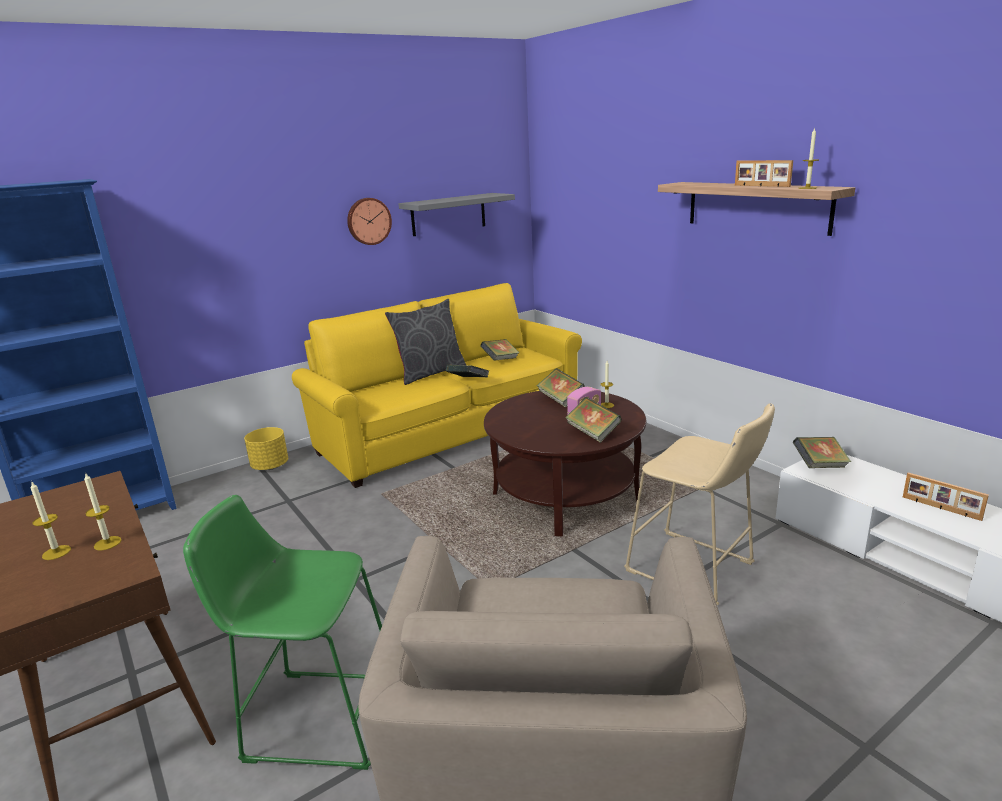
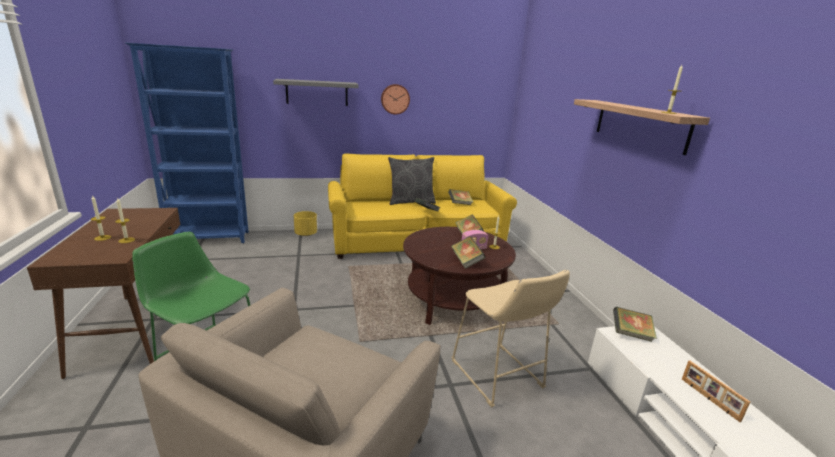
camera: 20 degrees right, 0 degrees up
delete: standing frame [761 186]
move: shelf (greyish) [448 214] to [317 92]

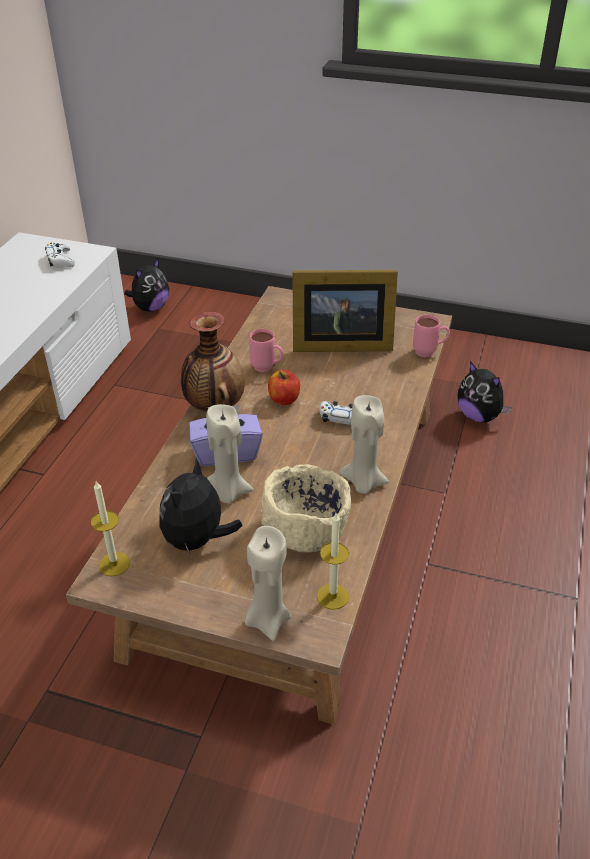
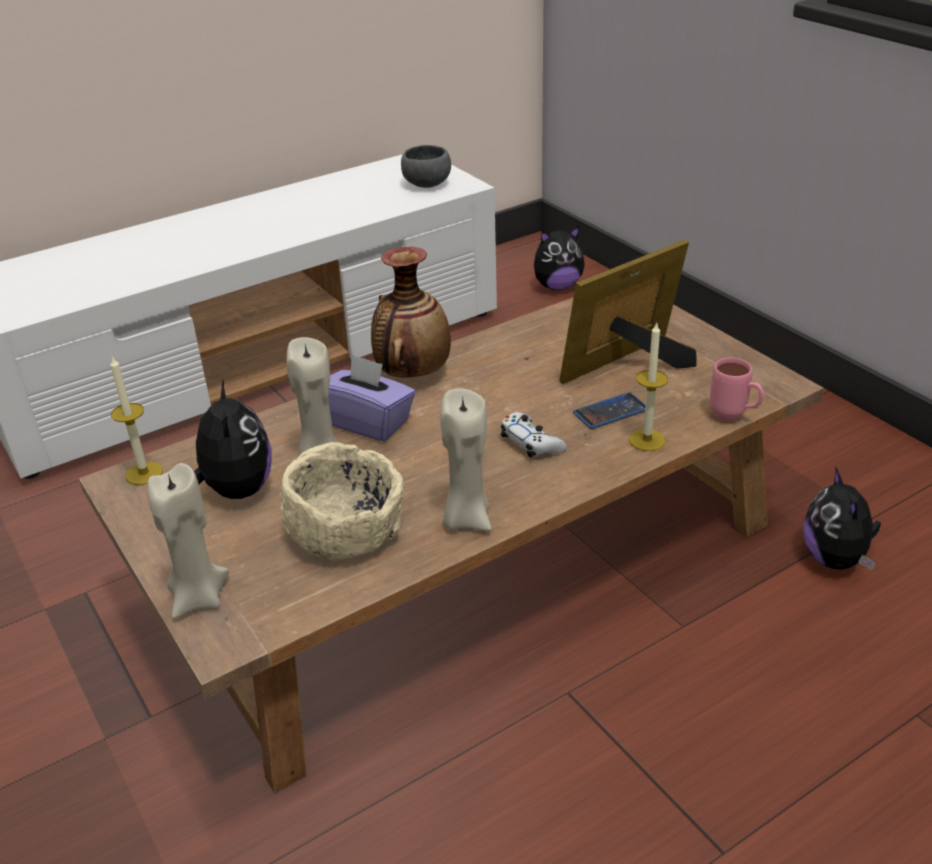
camera: 40 degrees right, 5 degrees down
delete: coffee mug (pink-coloured) [267 368]; apple fruit [284 399]
insert: handset [610 412]
move: wax candle [332 596] to [647 440]
replace: joypad (white-coloured) [60 260] to serving bowl (greyish) [426 183]
rotate: plush toy [197 540] = [235 490] 105 degrees clockwise; standing frame [338 343] = [629 365] 105 degrees clockwise

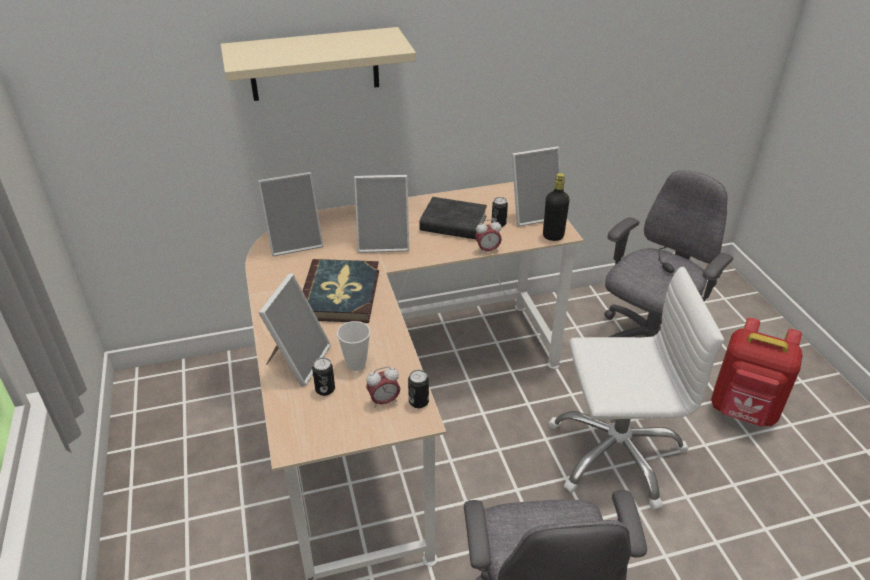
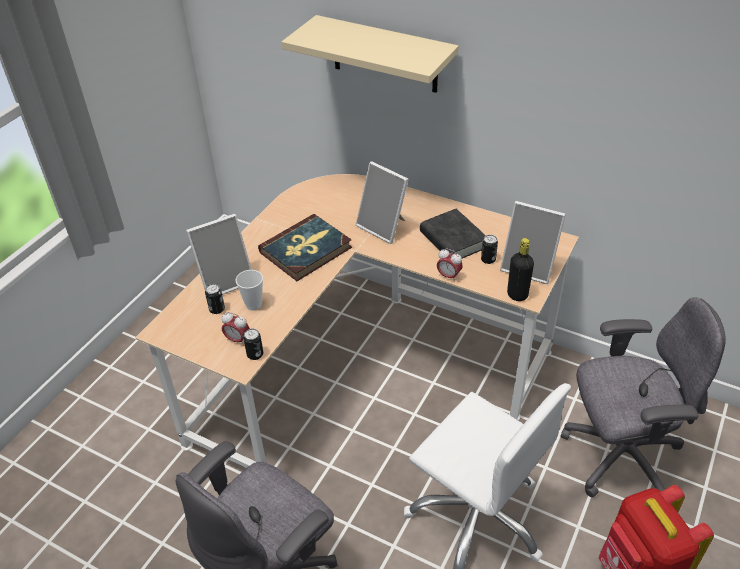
camera: 45 degrees right, 5 degrees up
delete: standing frame [295 242]

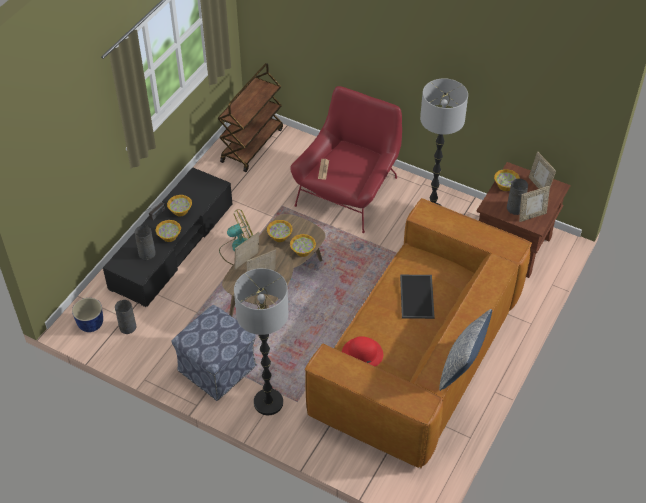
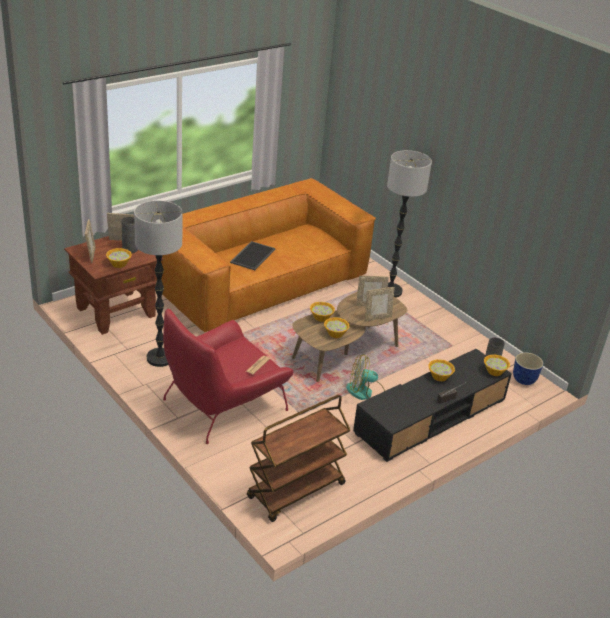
camera: 160 degrees left, 15 degrees down
delete: flower vase (greyish) [147 253]; footrest [217 367]; hat (red-coloured) [362 353]; cushion [461 367]
move: serving bowl [180 211] to [494 371]

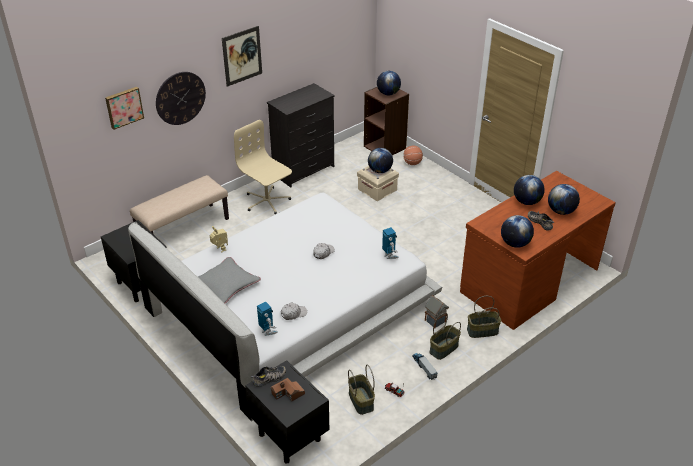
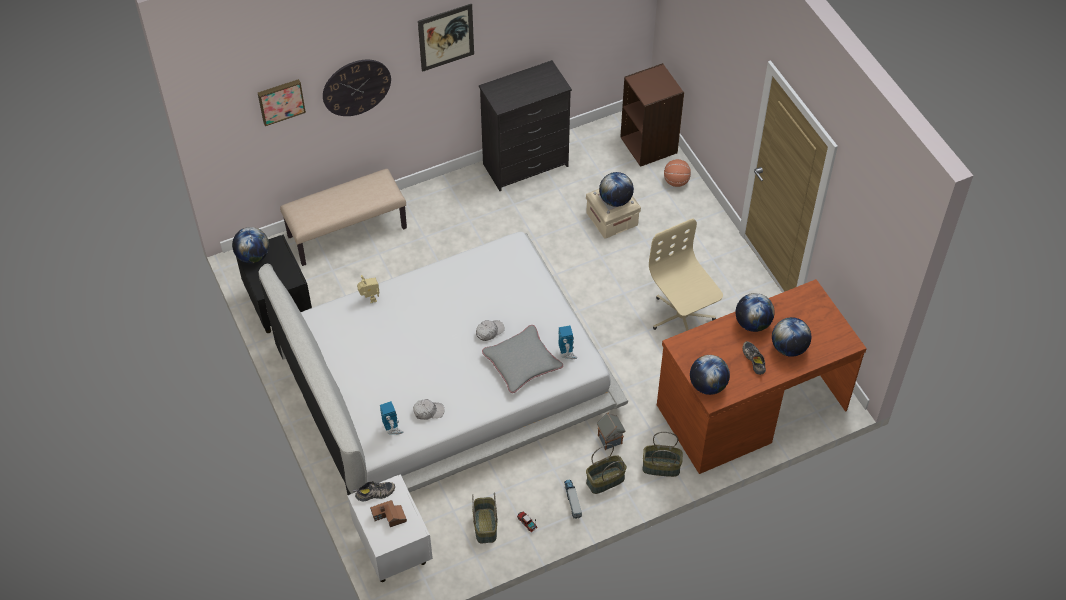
camera: 15 degrees right, 15 degrees up
move: globe [388 93] to [253 256]; cushion (greyish) [226 284] to [522 362]; desk chair (beige) [267 201] to [681 316]
recolor: night table (black) [289 436] to night table (white-coloured) [393 550]

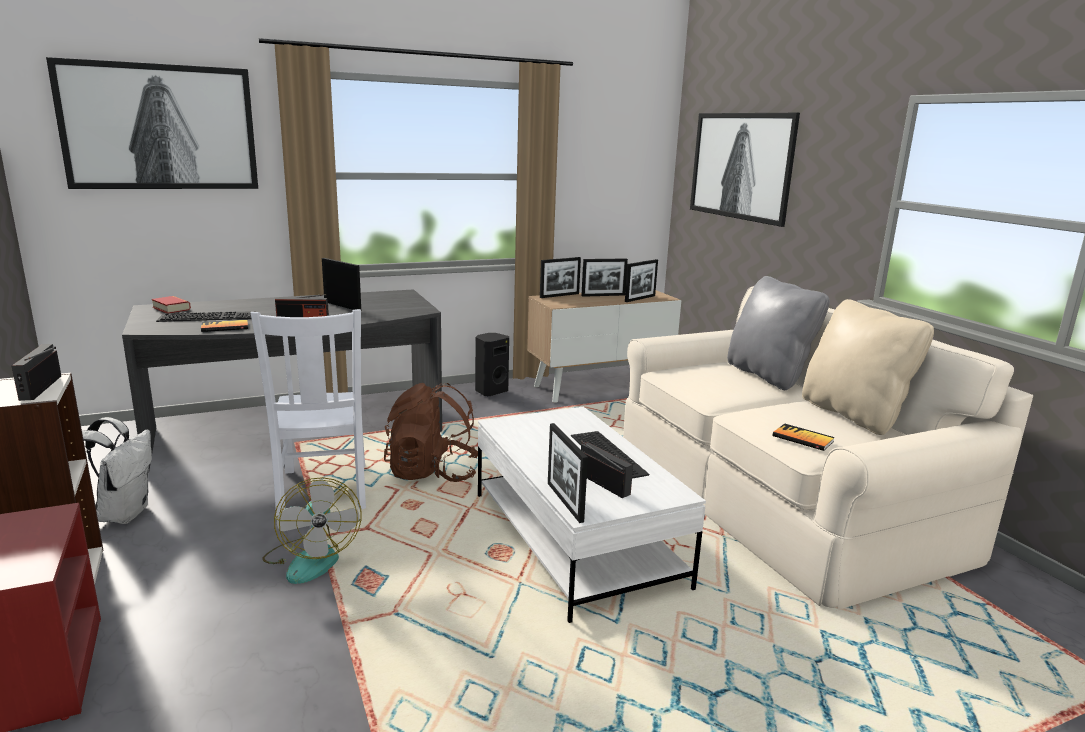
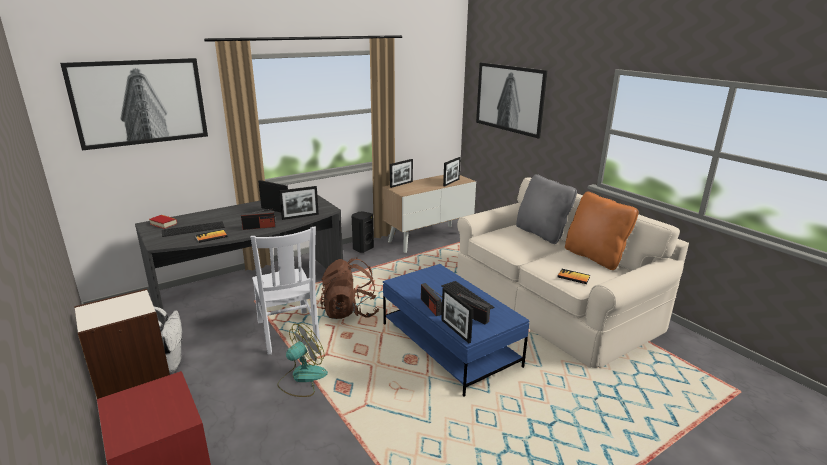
camera: 10 degrees left, 5 degrees up
move: standing frame [603 295] to [300 216]; radio receiver [40 387] to [431 306]
recolor: low table (white-coloured) [575 539] to low table (bluish) [449 345]; cushion (beige) [853 414] to cushion (orange) [594 257]
rotate: electric fan [311 558] = [302 378] 105 degrees counterclockwise

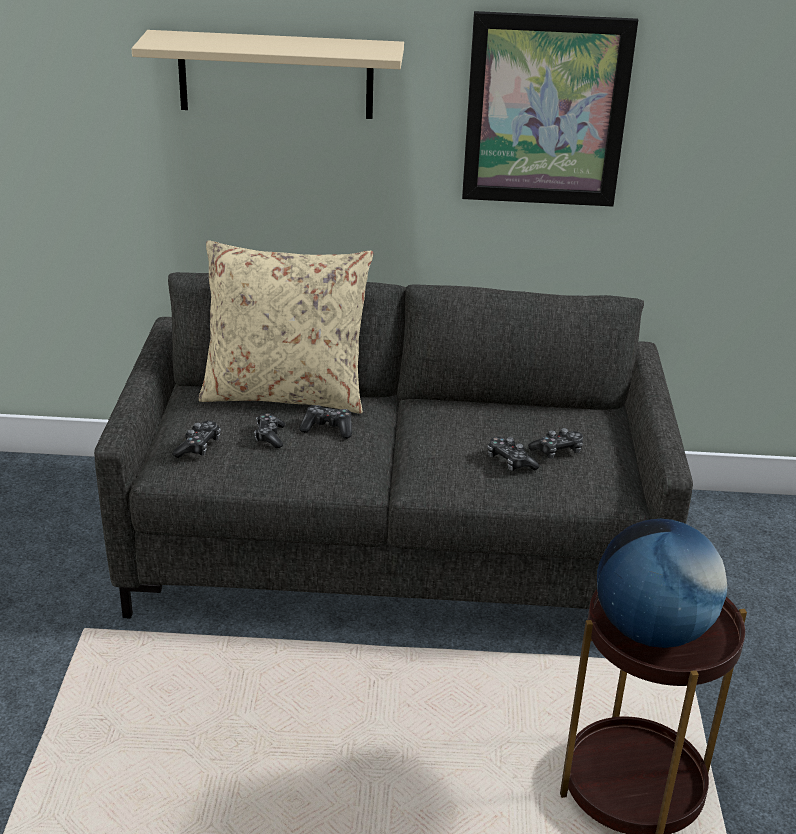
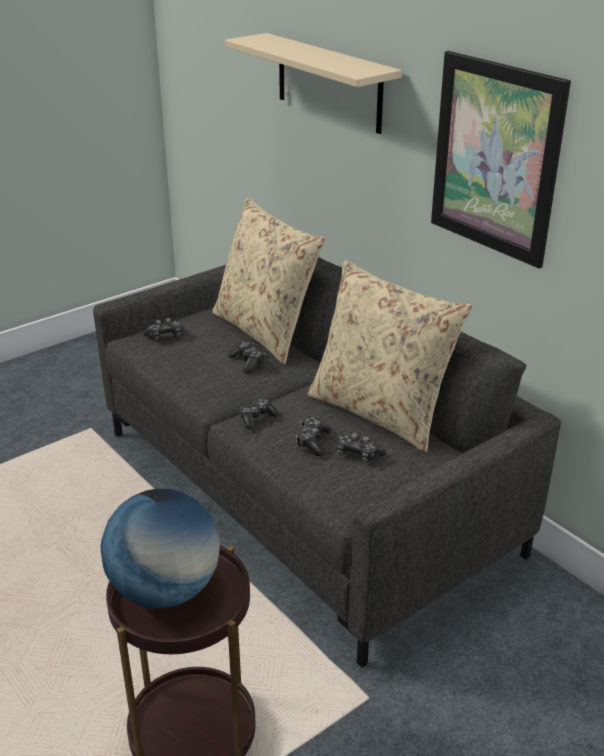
camera: 50 degrees right, 0 degrees up
insert: cushion (beige) [380 412]
move: joypad [269 436] to [257 418]

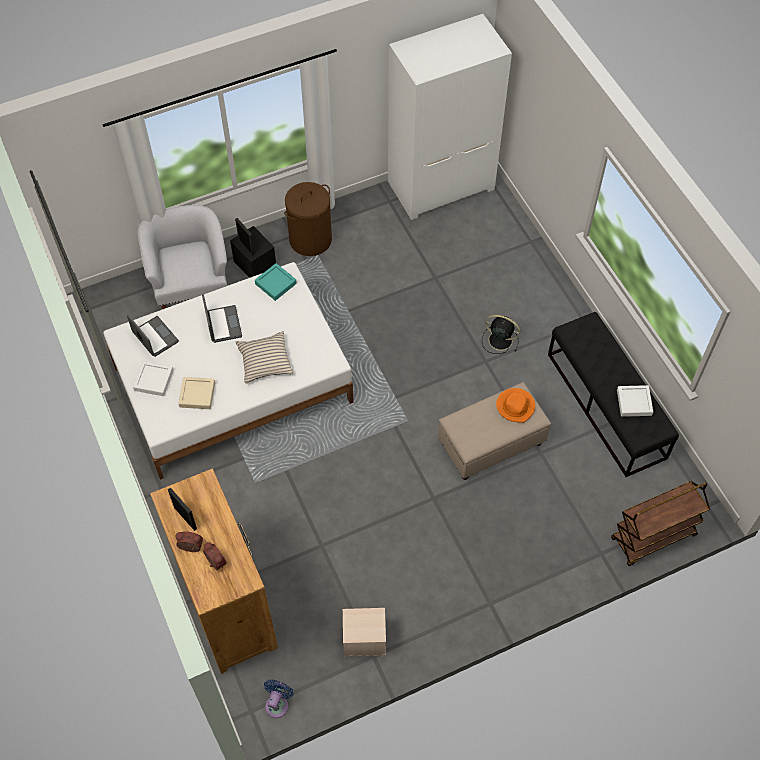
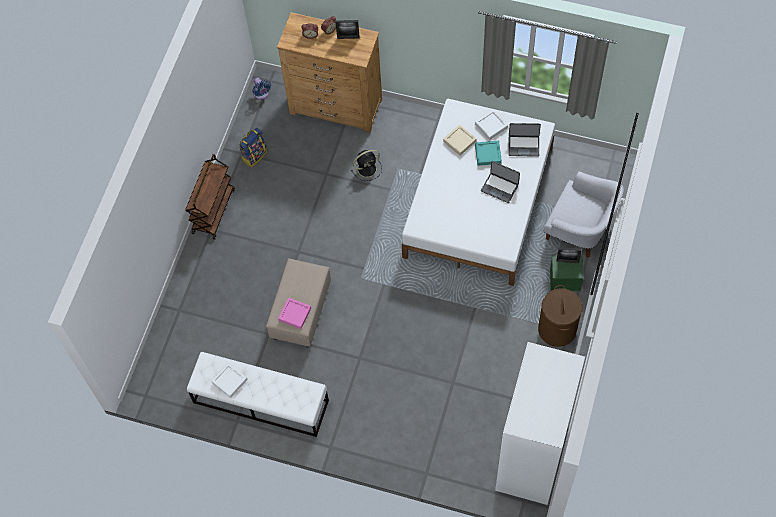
camera: 135 degrees right, 5 degrees up
delete: cushion (beige) [264 361]
move: trolley (brown-coloured) [653 538] to [213 211]; electric fan (black) [499 340] to [368 168]; tray (turquoise-coloured) [275 284] to [488 154]
replace: storage box (beige) [364 639] to knapsack [254 155]; hat (orange) [515 406] to tray (pink-coloured) [295 314]
recolor: long seat (black) [606 406] to long seat (white-coloured) [260 401]; storage box (black) [254 264] to storage box (green-coloured) [565 279]

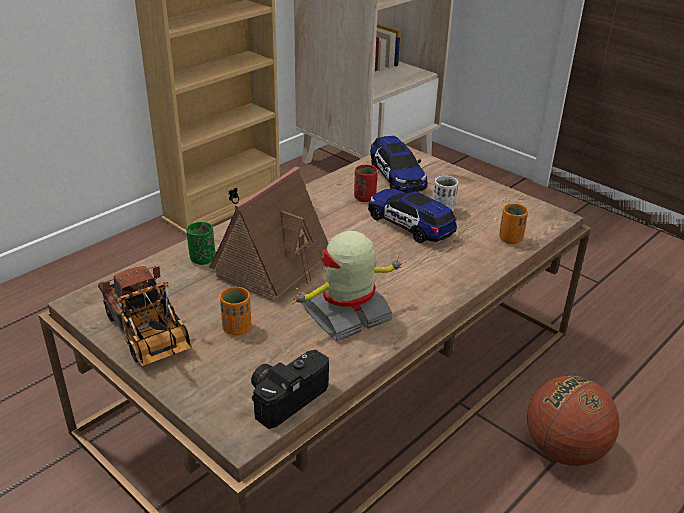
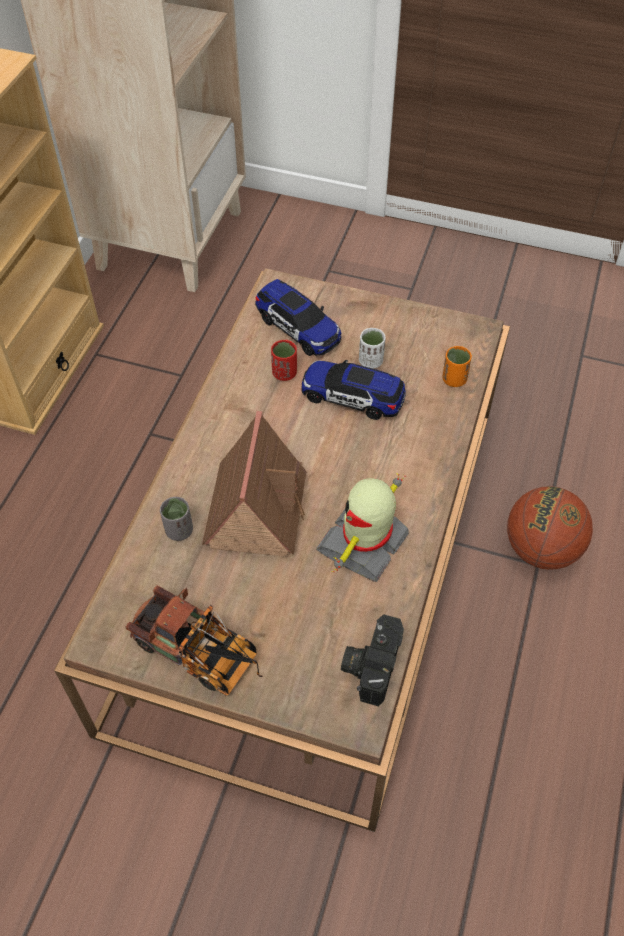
camera: 25 degrees left, 20 degrees up
delete: cup (orange) [237 328]
recolor: cup (green-coloured) [202 259] to cup (greyish) [179 530]

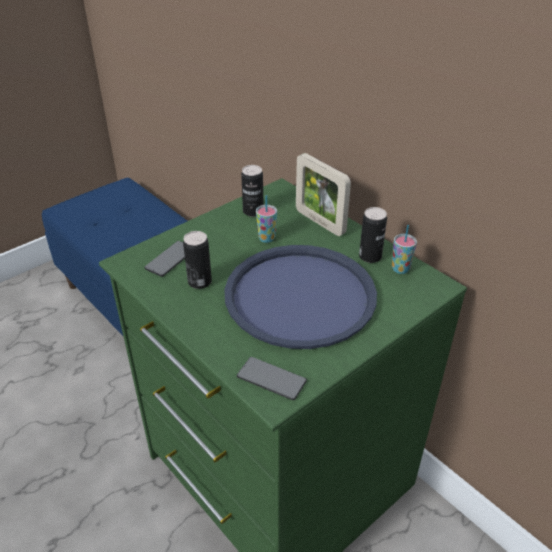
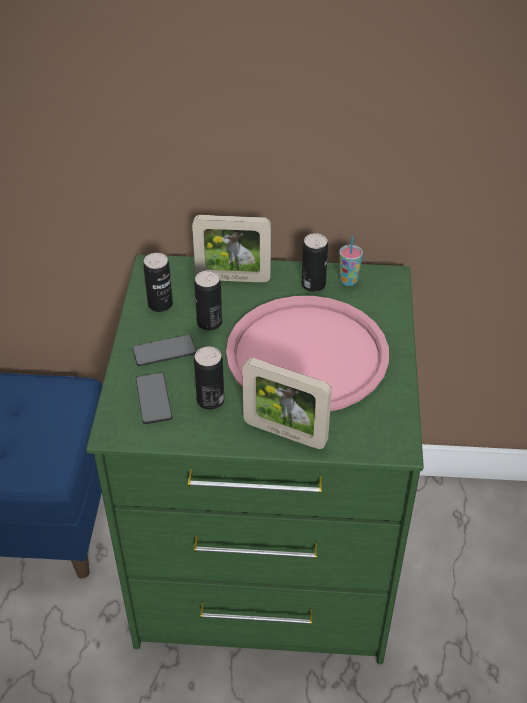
camera: 45 degrees left, 5 degrees up
insert: standing frame [285 433]
move: handset [271 379] to [164 351]
replace: cup [266 238] to metal can [209 323]
recolor: tray (bluish) [300 296] to tray (pink-coloured) [307 355]

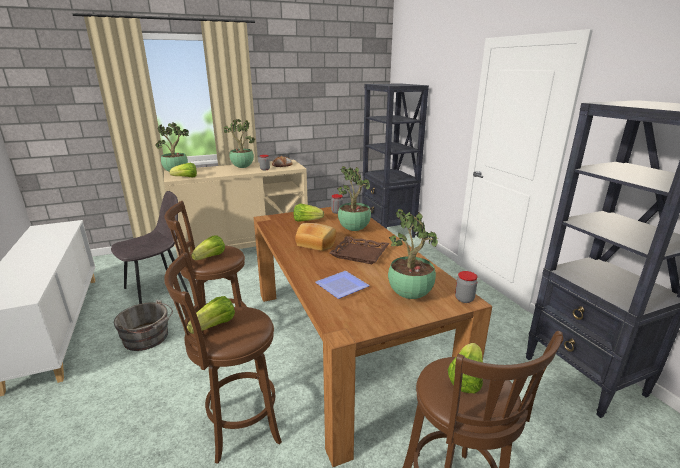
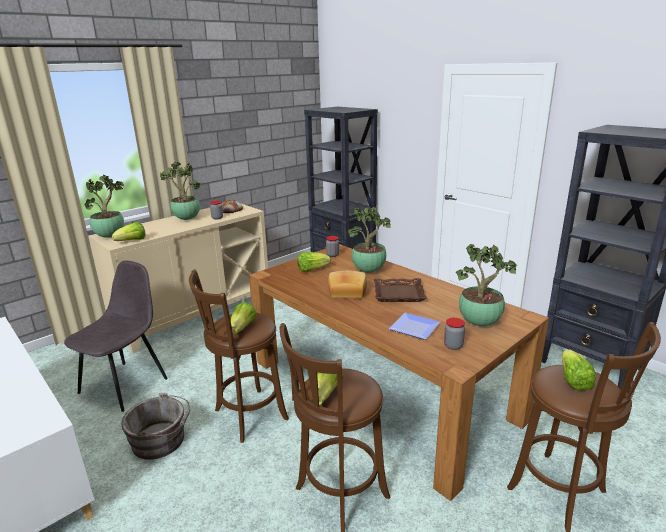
camera: 20 degrees left, 0 degrees up
move: storage jar [464 299] to [453 345]

